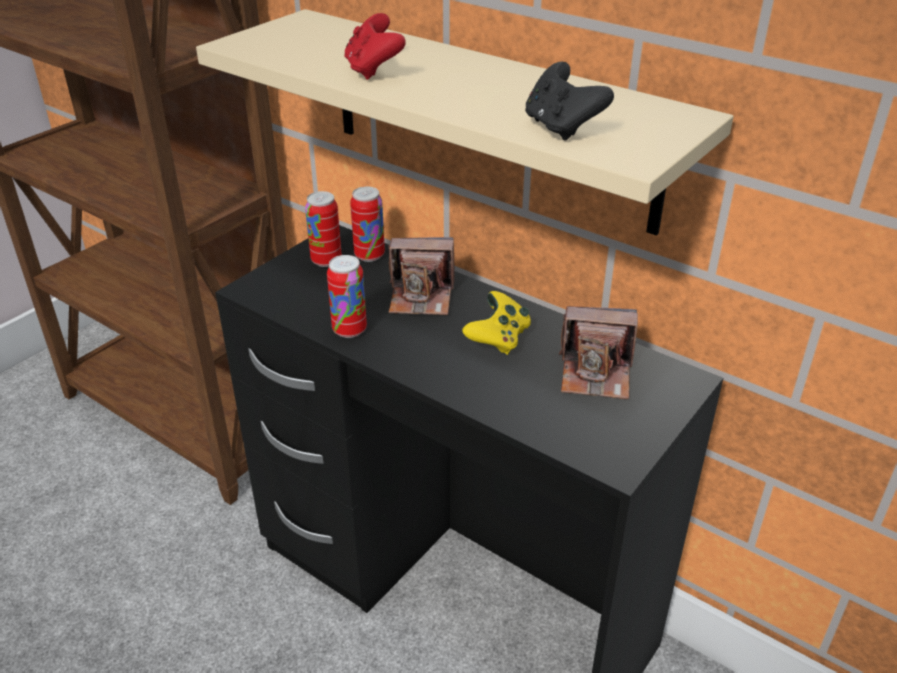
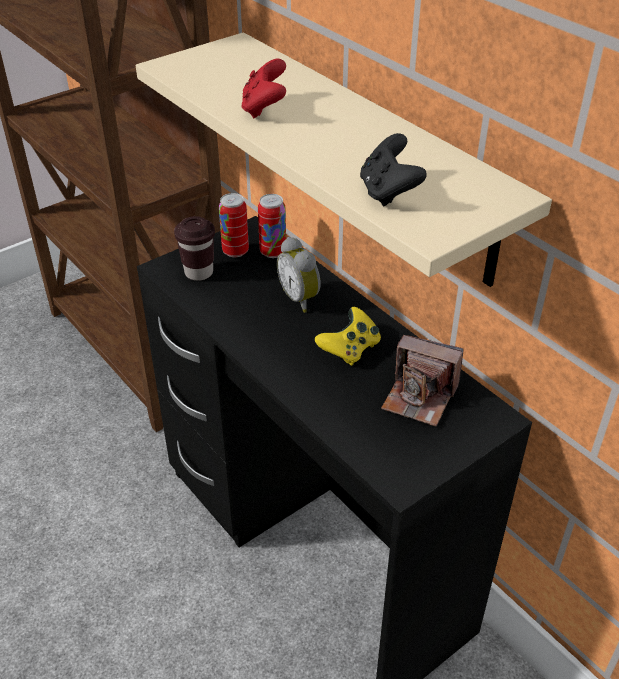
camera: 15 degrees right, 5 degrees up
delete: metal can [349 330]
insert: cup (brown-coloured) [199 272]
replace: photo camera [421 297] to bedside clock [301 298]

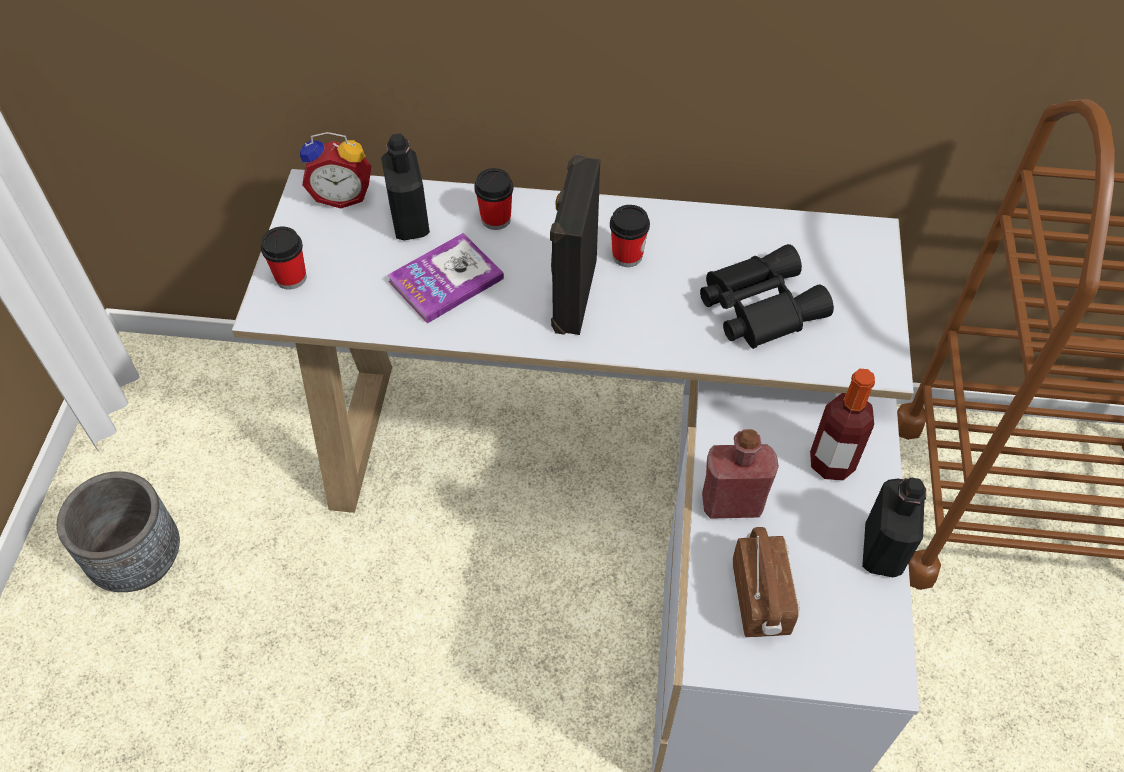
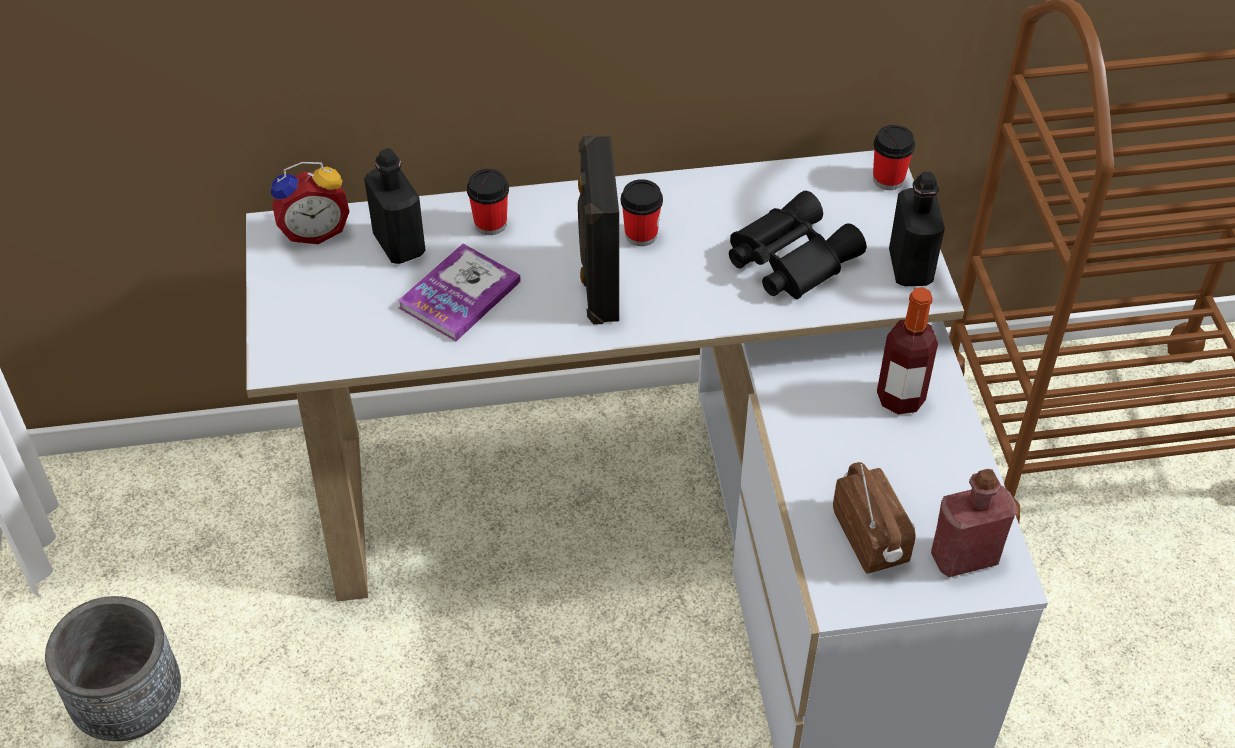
camera: 15 degrees left, 5 degrees down
move: cup [291 278] to [888 179]; bottle (black) [882 550] to [910 268]; bottle (red-coloured) [732 503] to [964 557]

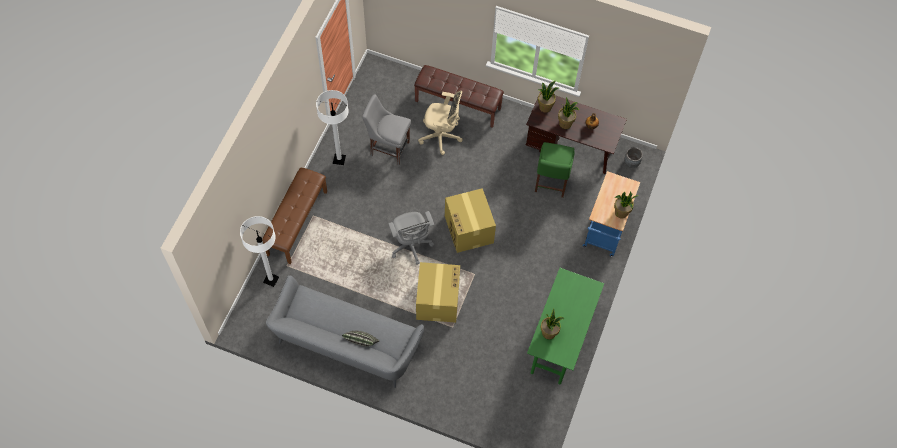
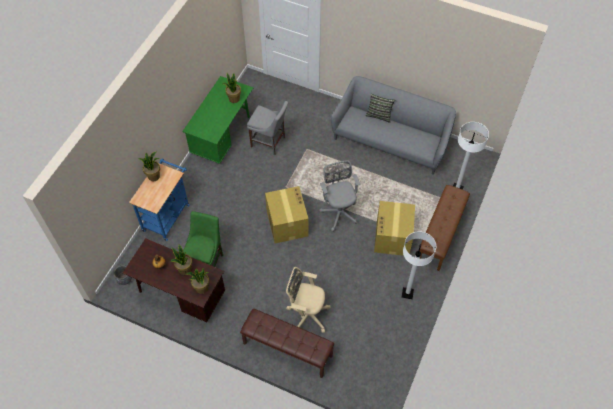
camera: 175 degrees left, 5 degrees down
move: upright chair (greyish) [388 148] to [269 143]; packing box [437 300] to [392 237]

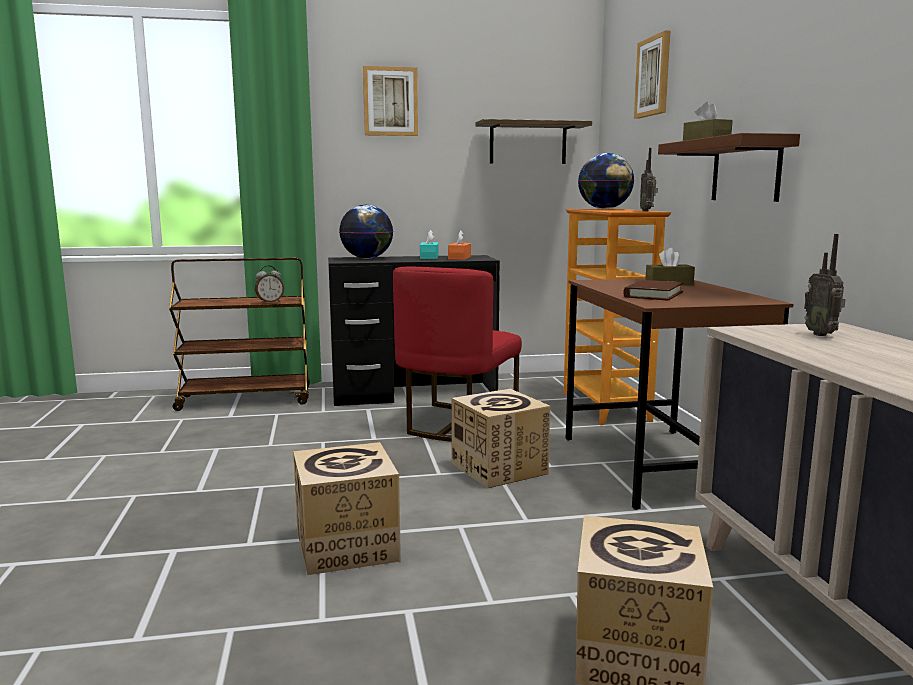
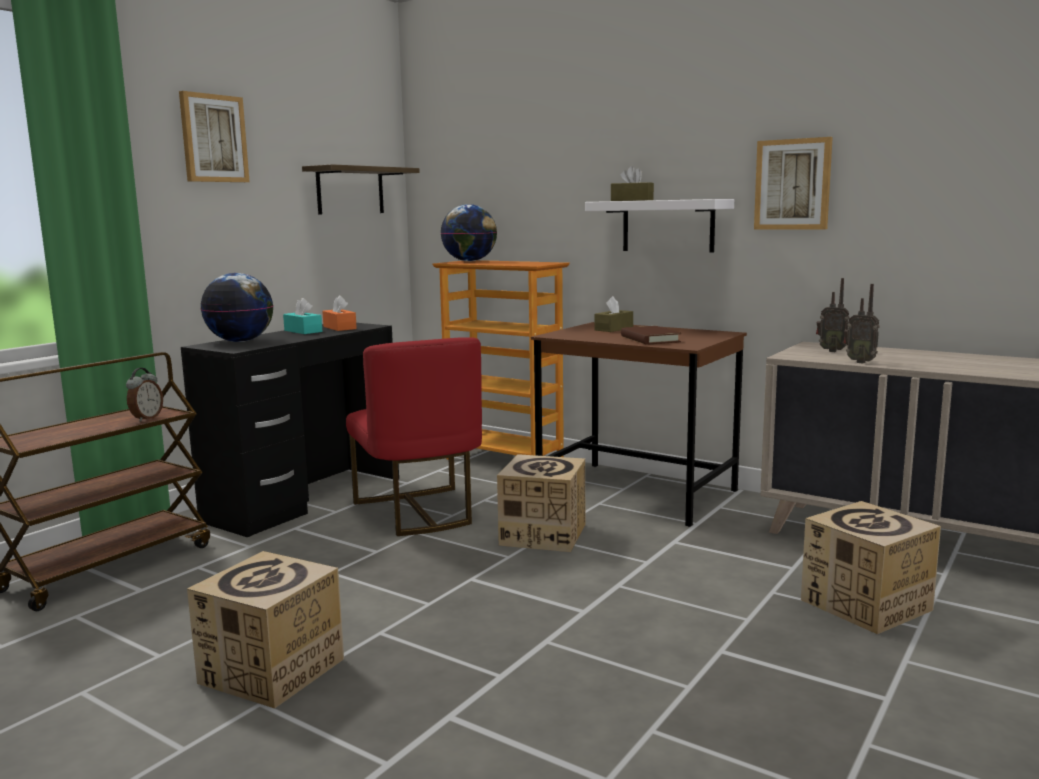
camera: 45 degrees left, 0 degrees up
move: packing box [346 546] to [272 671]; wall art [653 76] to [793 184]; radio receiver [647 211] to [860 362]
recolor: shelf (brown-coloured) [745 170] to shelf (white-coloured) [668 226]

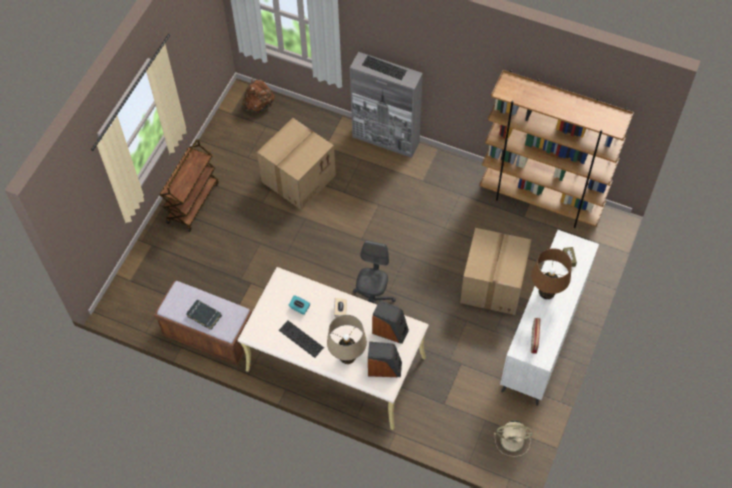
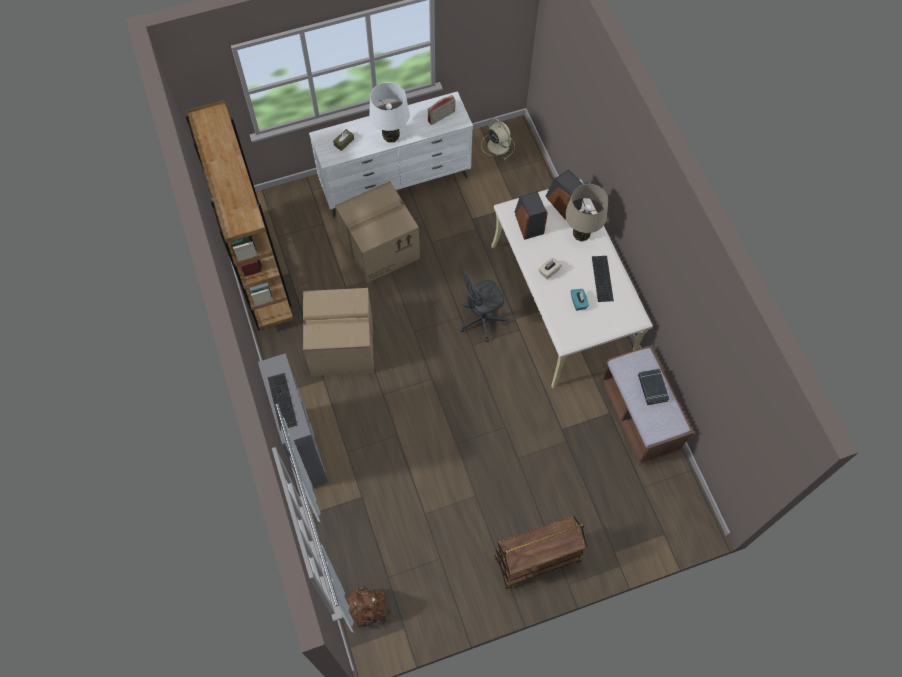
camera: 135 degrees left, 5 degrees up
move: packing box [298 177] to [341 346]
recolor: table lamp (brown-coloured) [546 292] to table lamp (white-coloured) [391 136]

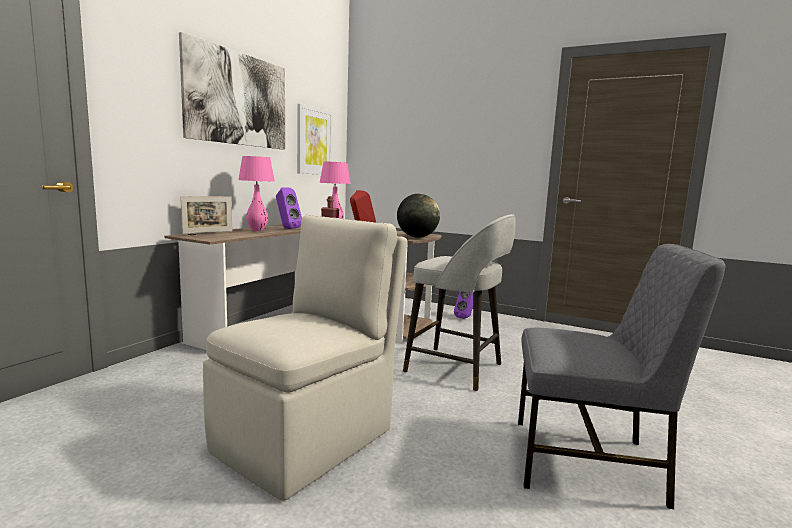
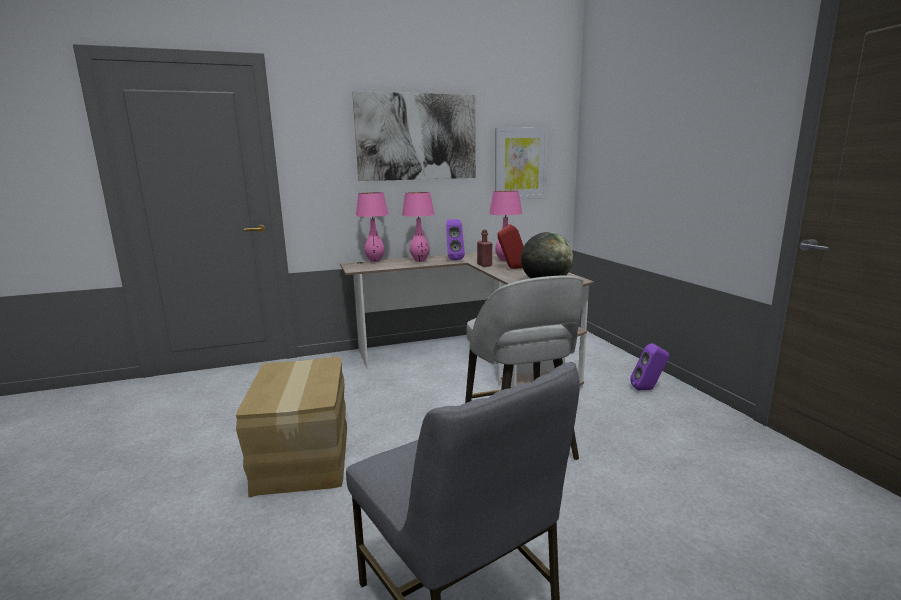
camera: 45 degrees right, 5 degrees up
replace: upright chair (beige) [308 438] to packing box [305 455]; standing frame [208 232] to table lamp (pink-coloured) [375 261]

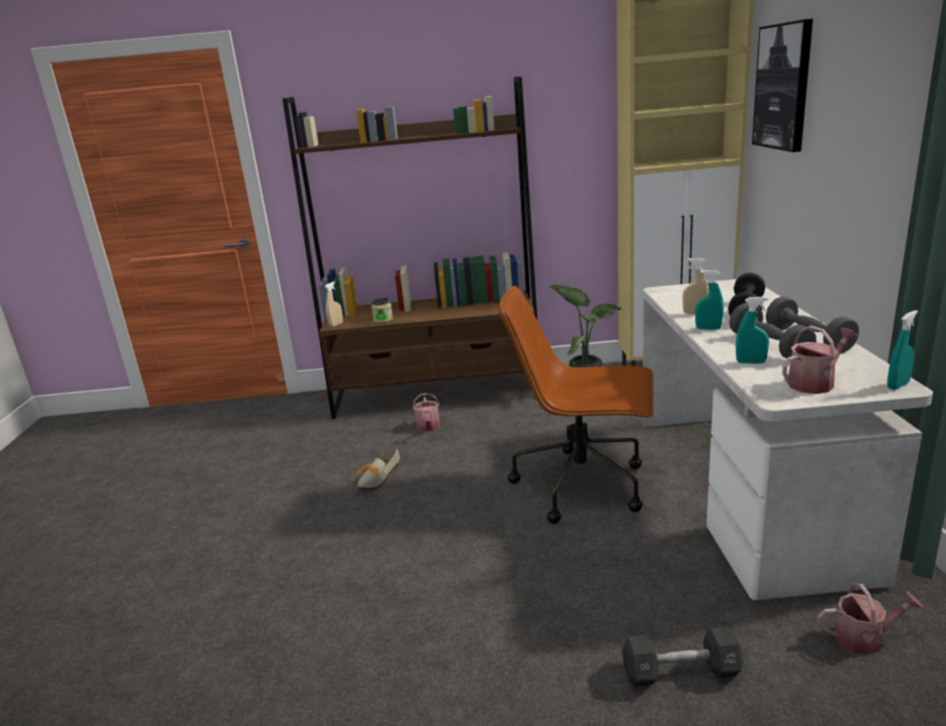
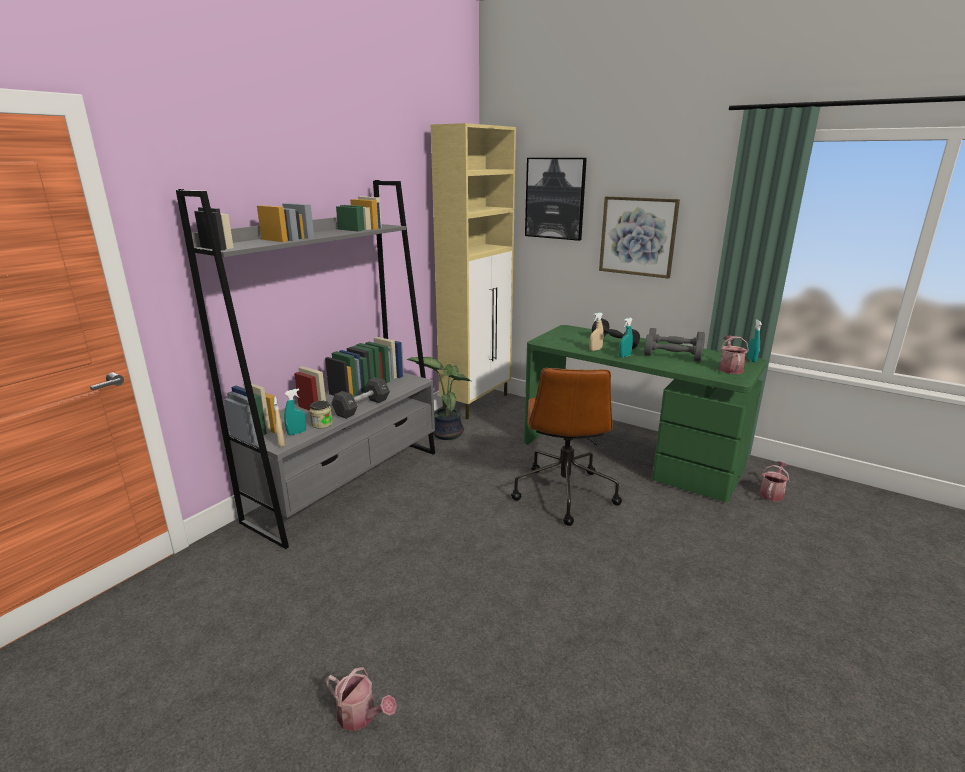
camera: 55 degrees left, 0 degrees up
delete: low shoe [376 479]
insert: wall art [637 236]
move: spray bottle (turquoise-coloured) [750 362] to [297 433]; watering can [428 427] to [361 716]; dumbbell (black) [680 672] to [362 407]
recolor: shelving unit (brown-coloured) [438 395] to shelving unit (greyish) [348 484]; desk table (white-coloured) [745 488] to desk table (green-coloured) [629 454]
rotate: desk chair (brown-coloured) [583 485] = [564 492] 45 degrees counterclockwise

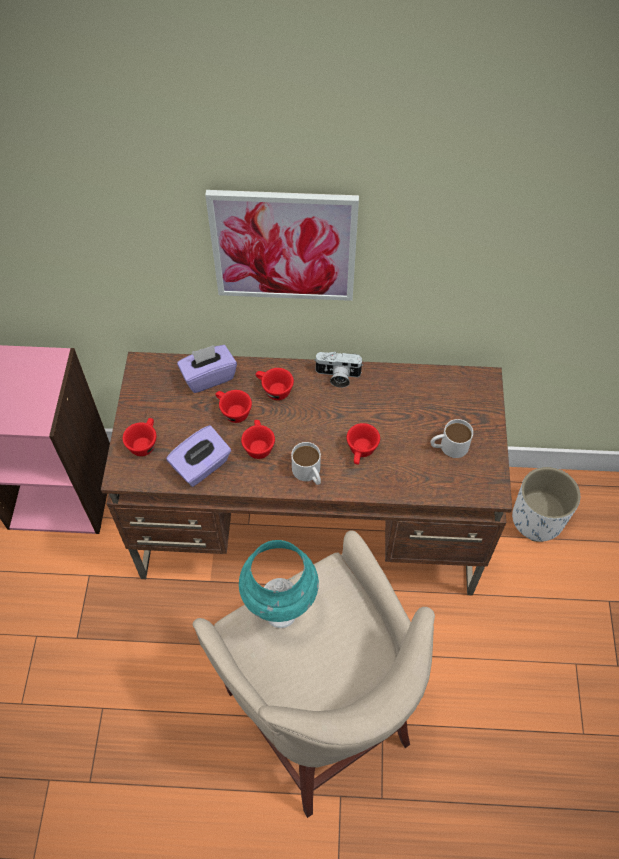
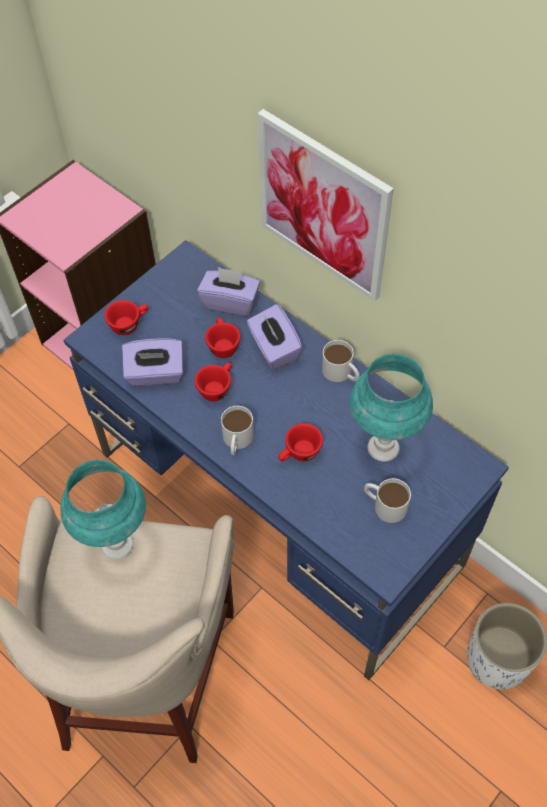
camera: 40 degrees right, 0 degrees up
insert: table lamp (turquoise-coloured) [383 448]
replace: cup (red-coloured) [273 390] to tissue box (purple) [274 349]; photo camera [337 376] to coffee mug (white-coloured) [341 373]
recolor: desk table (brown-coloured) [311 524] to desk table (bluish) [279 509]

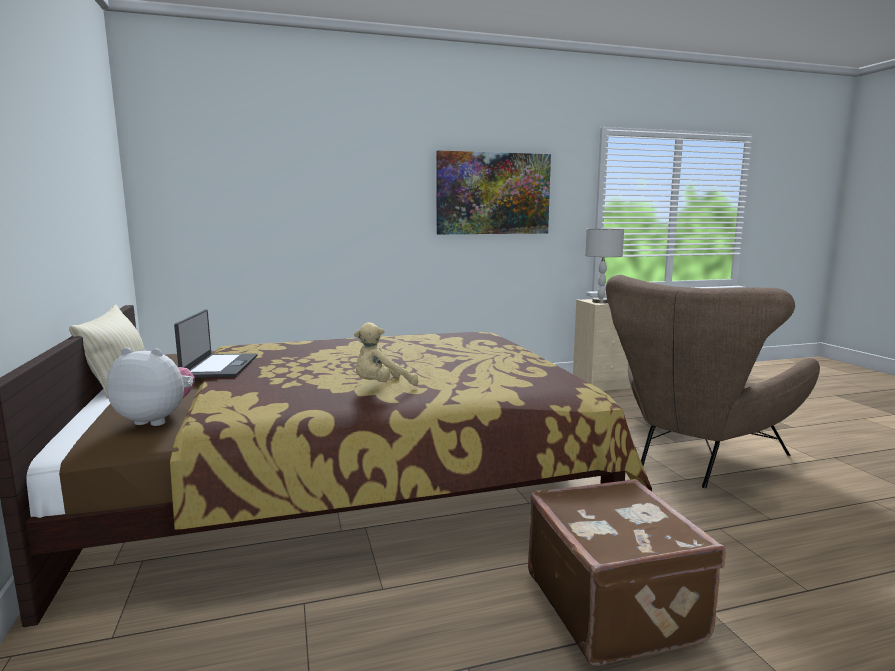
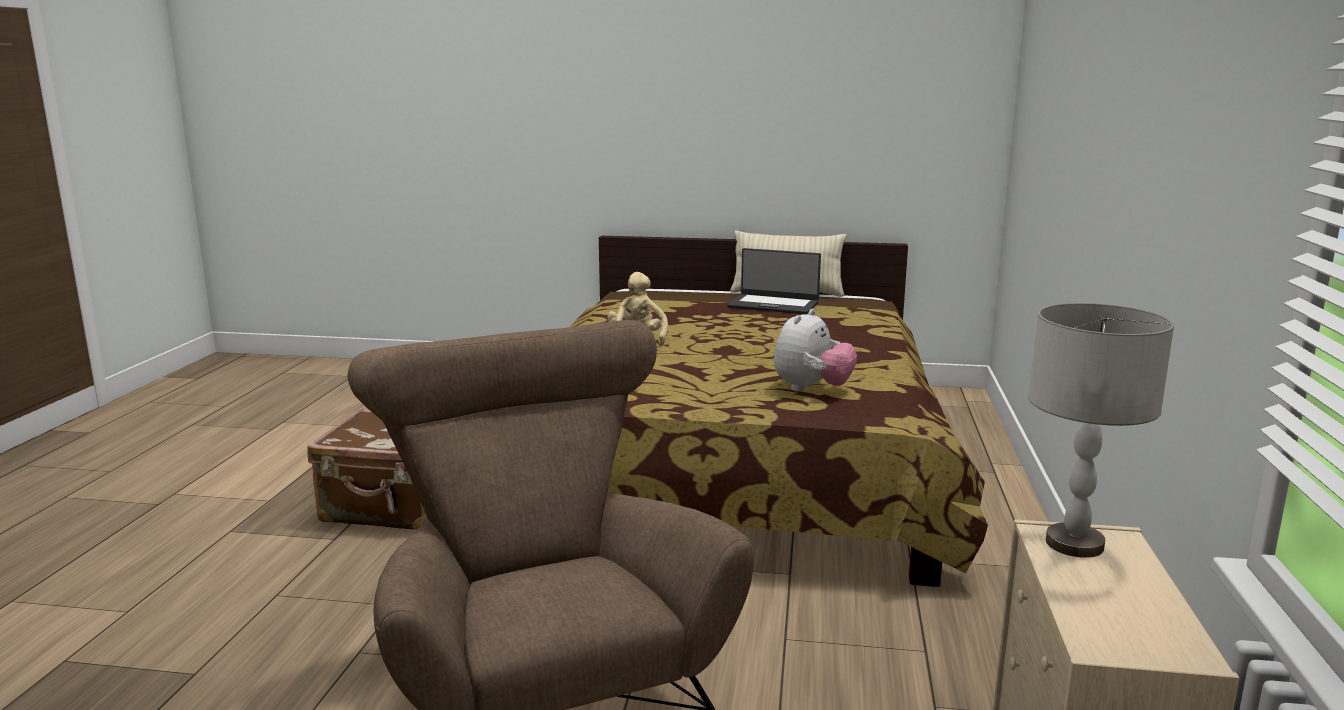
camera: 115 degrees right, 5 degrees up
delete: wall art [493 193]
move: plush toy [156 419] to [811 389]

